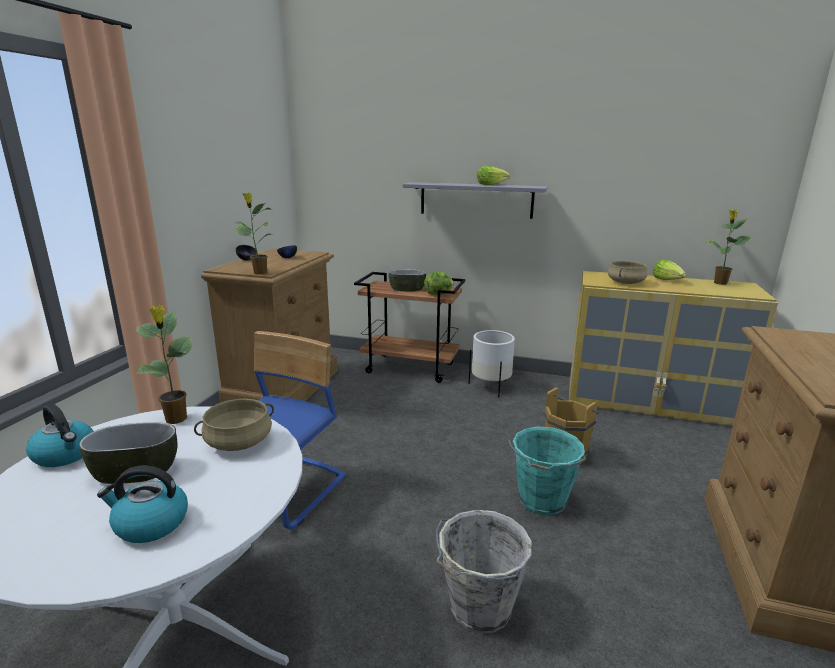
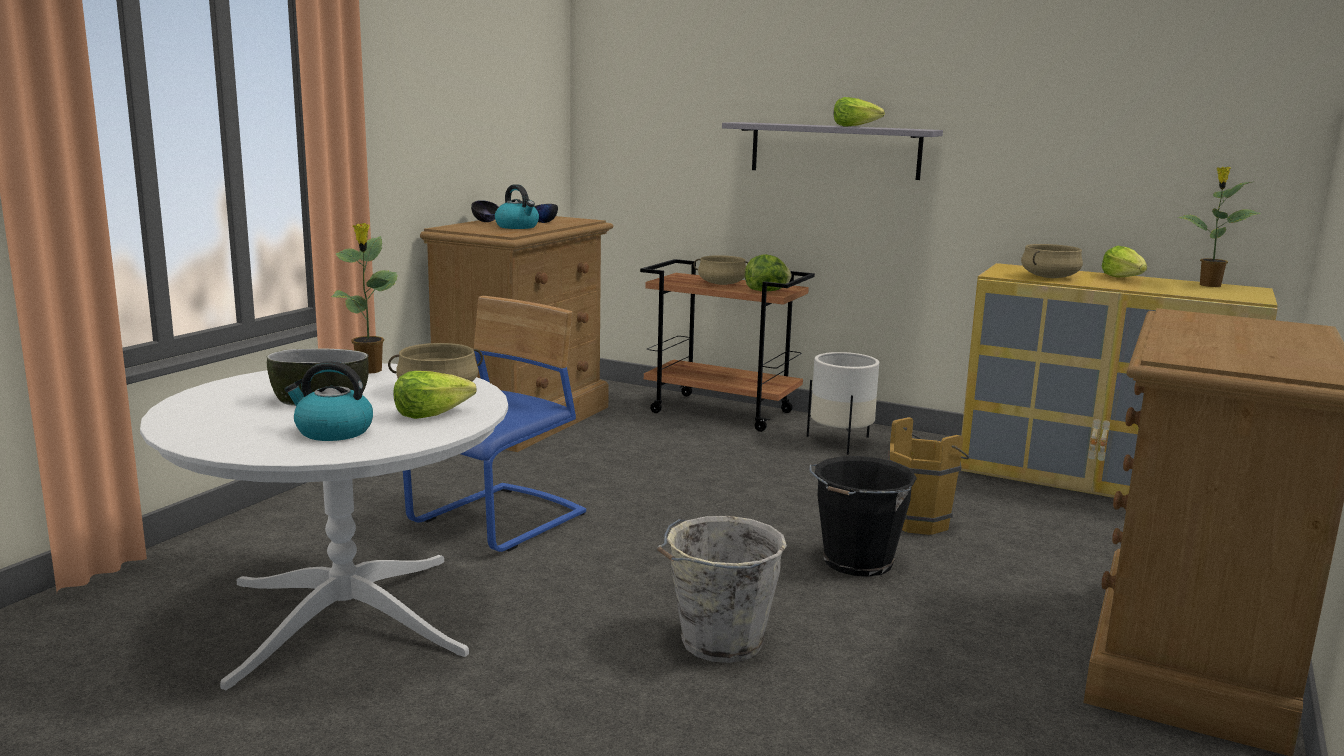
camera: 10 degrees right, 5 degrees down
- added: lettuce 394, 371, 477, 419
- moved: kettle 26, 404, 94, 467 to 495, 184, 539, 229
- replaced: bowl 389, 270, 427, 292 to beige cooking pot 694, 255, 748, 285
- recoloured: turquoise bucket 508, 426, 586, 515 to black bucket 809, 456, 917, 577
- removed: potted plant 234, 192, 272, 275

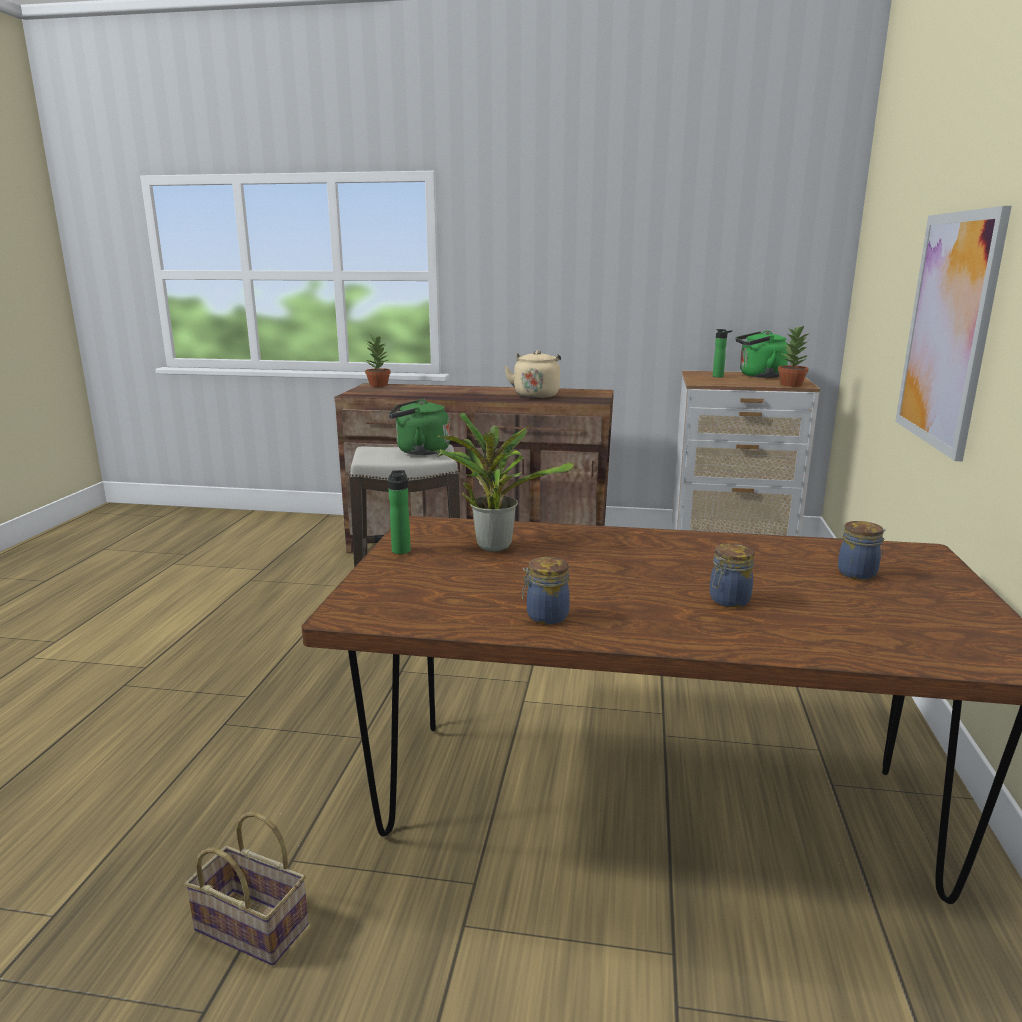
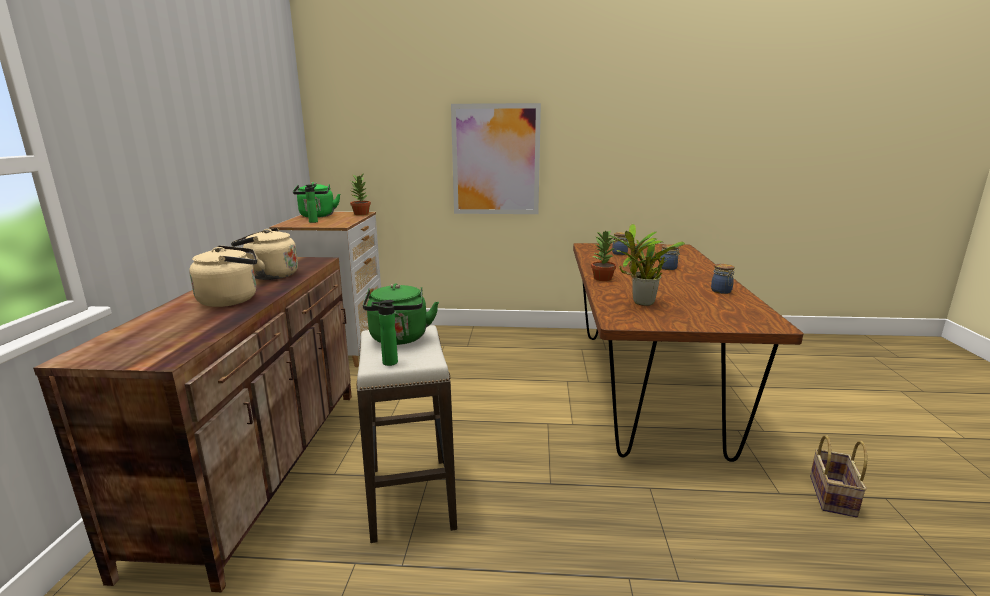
camera: 95 degrees left, 0 degrees up
- added: beige kettle 189, 245, 257, 307
- moved: bottle 388, 470, 411, 554 to 371, 300, 398, 366
- moved: potted plant 365, 334, 391, 387 to 591, 230, 616, 281

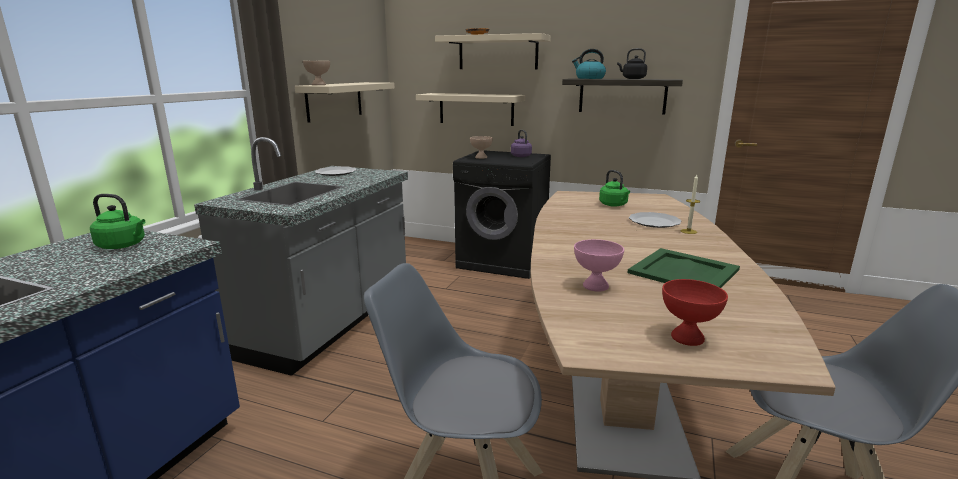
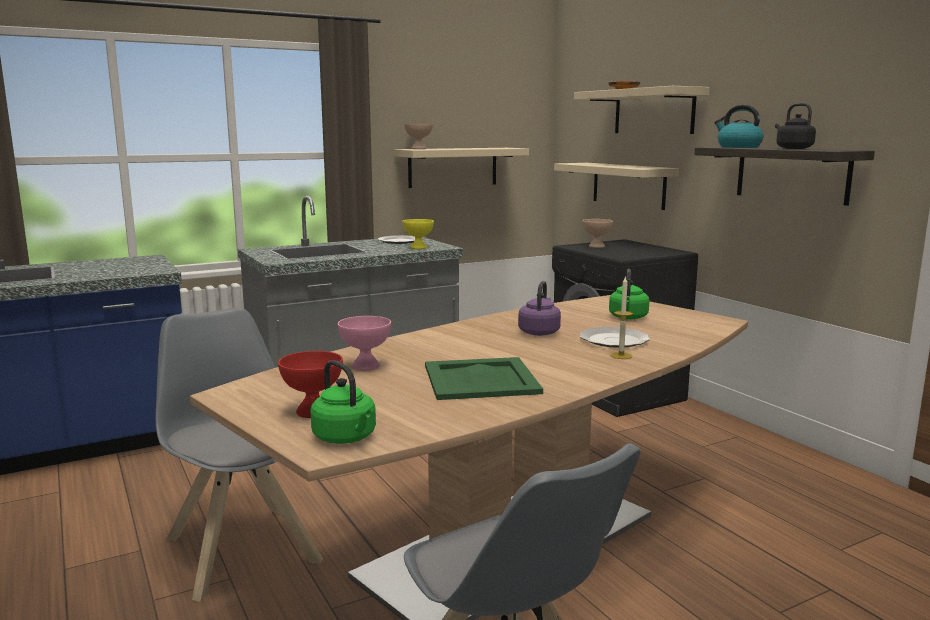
camera: 40 degrees right, 5 degrees down
- moved: green kettle 90, 194, 145, 249 to 310, 360, 376, 444
- added: yellow bowl 403, 219, 434, 249
- moved: purple kettle 511, 130, 532, 157 to 518, 281, 561, 336

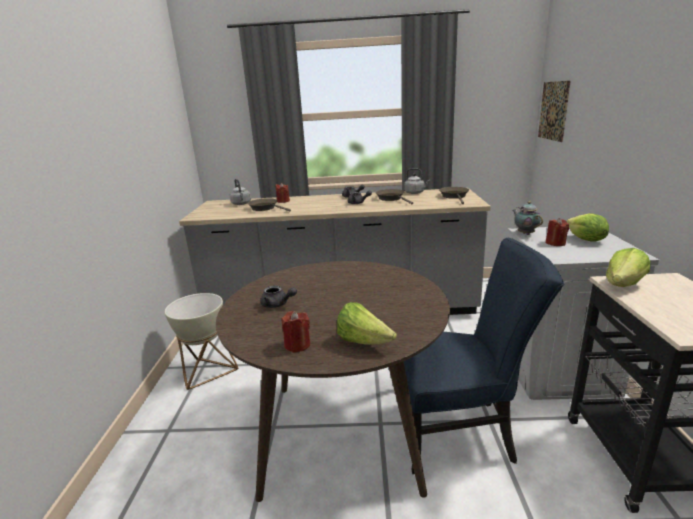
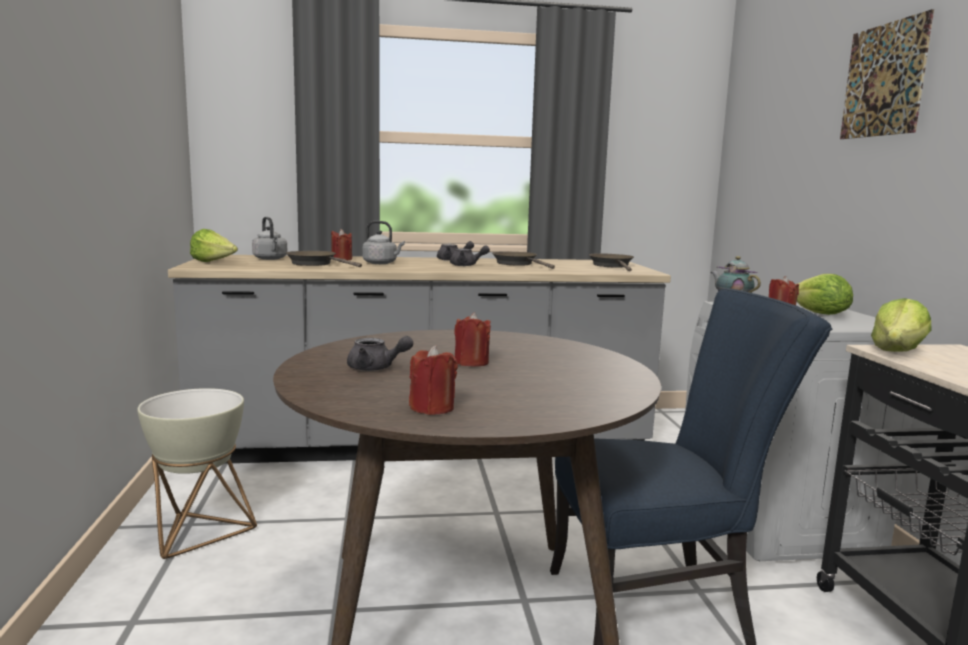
camera: 10 degrees left, 10 degrees down
- moved: lettuce 337, 302, 397, 345 to 190, 229, 238, 262
- moved: grey kettle 404, 168, 430, 194 to 362, 221, 405, 264
- added: red candle 454, 312, 491, 367
- moved: picture 538, 81, 571, 142 to 840, 9, 934, 139

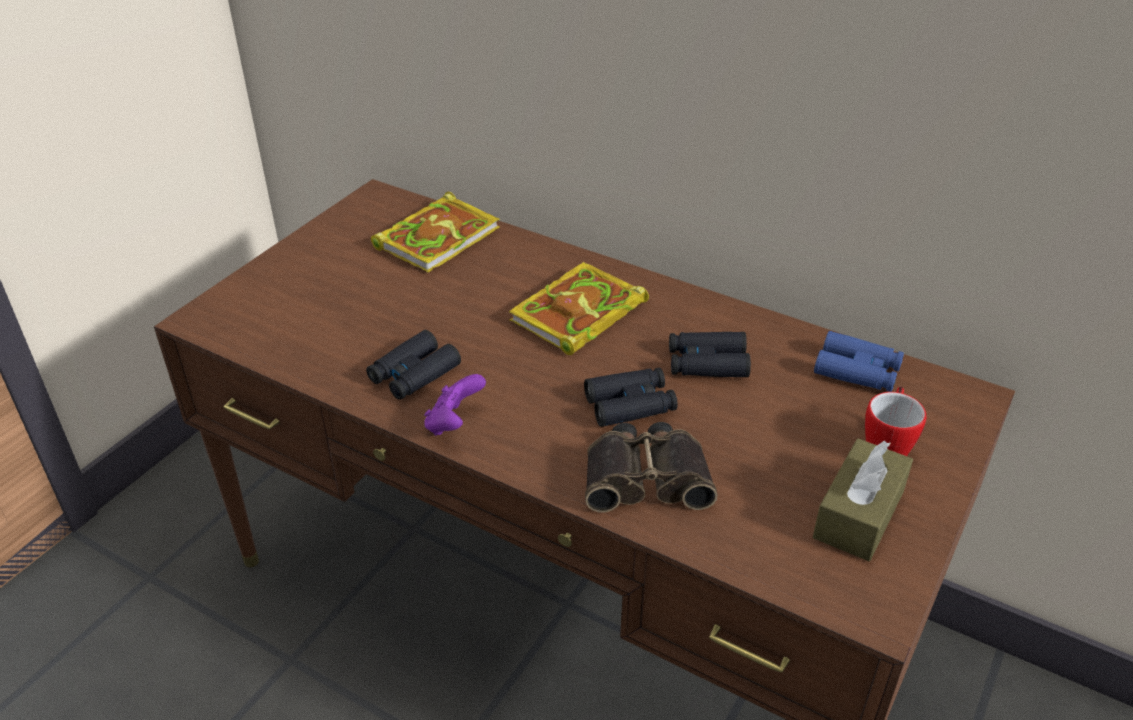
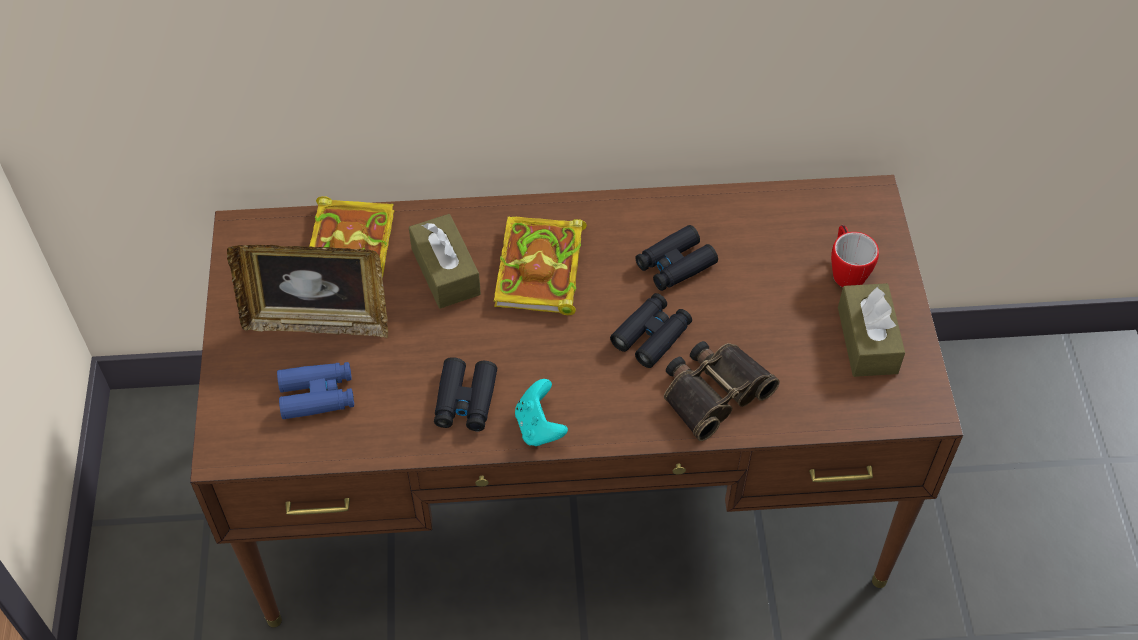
camera: 35 degrees left, 15 degrees up
- added: picture frame 227, 245, 388, 338
- moved: blue binoculars 814, 331, 904, 392 to 277, 362, 354, 419
- added: brown tissue box 409, 214, 481, 309
- recoloured: purple game controller 424, 374, 486, 436 to turquoise game controller 515, 379, 568, 446

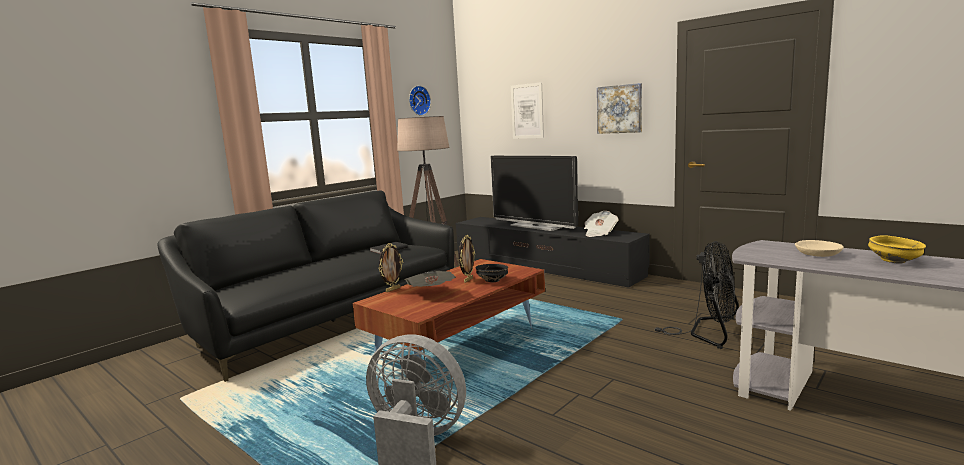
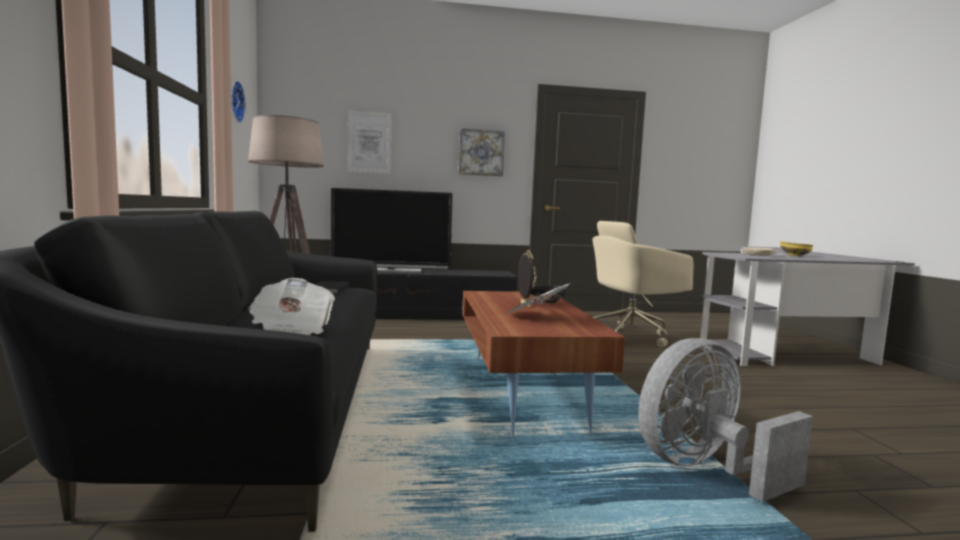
camera: 50 degrees left, 5 degrees down
- moved: newspaper 584, 211, 618, 237 to 248, 278, 335, 335
- replaced: black fan 655, 241, 739, 349 to beige office chair 593, 221, 694, 347
- removed: picture frame 378, 243, 403, 292

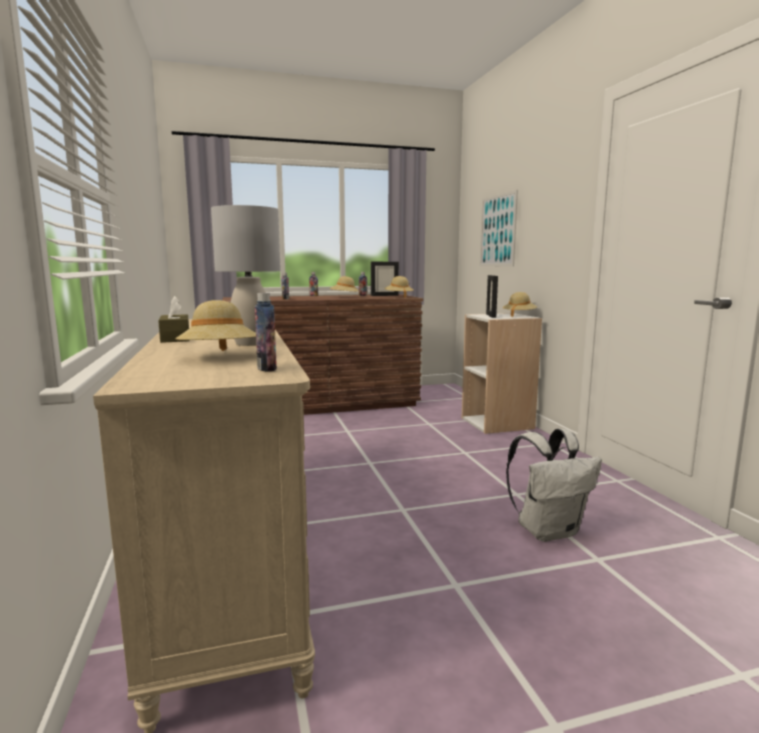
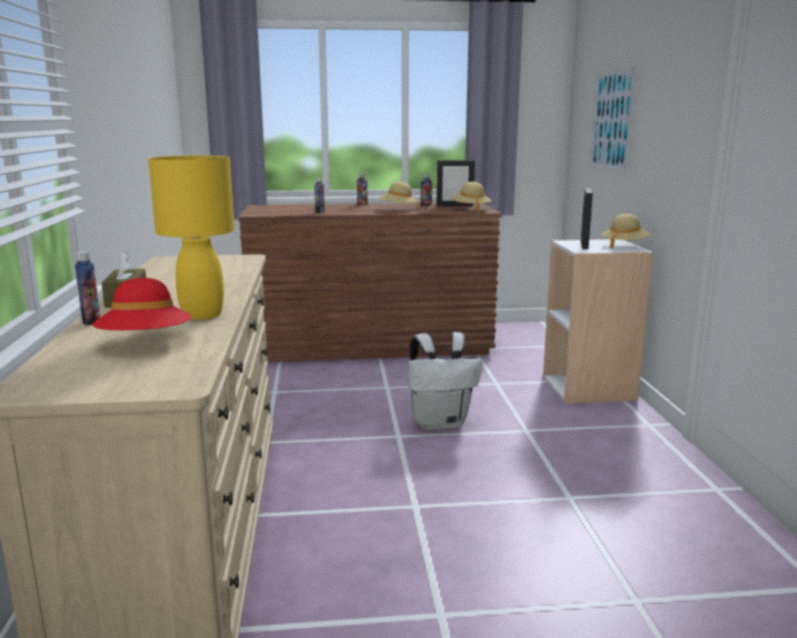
camera: 10 degrees right, 5 degrees up
- moved: bottle 255, 293, 277, 372 to 75, 252, 100, 325
- recoloured: beige hat 175, 300, 256, 351 to red hat 93, 278, 192, 330
- recoloured: grey table lamp 211, 205, 281, 346 to yellow table lamp 148, 155, 235, 320
- moved: white backpack 506, 428, 602, 542 to 409, 332, 482, 430

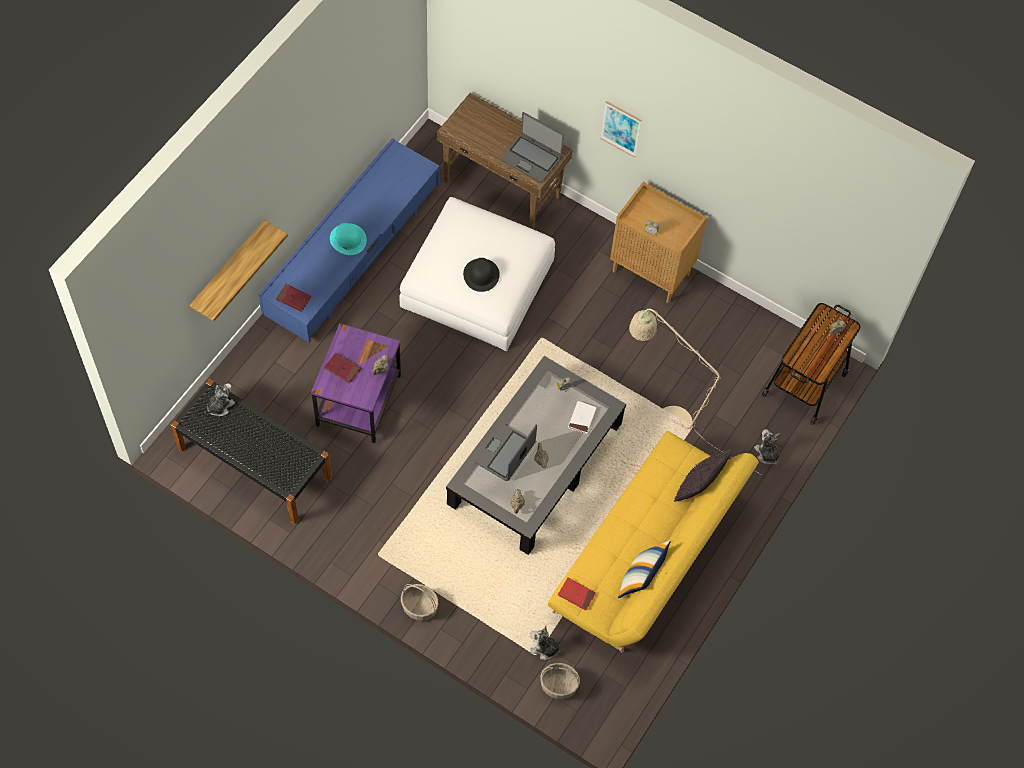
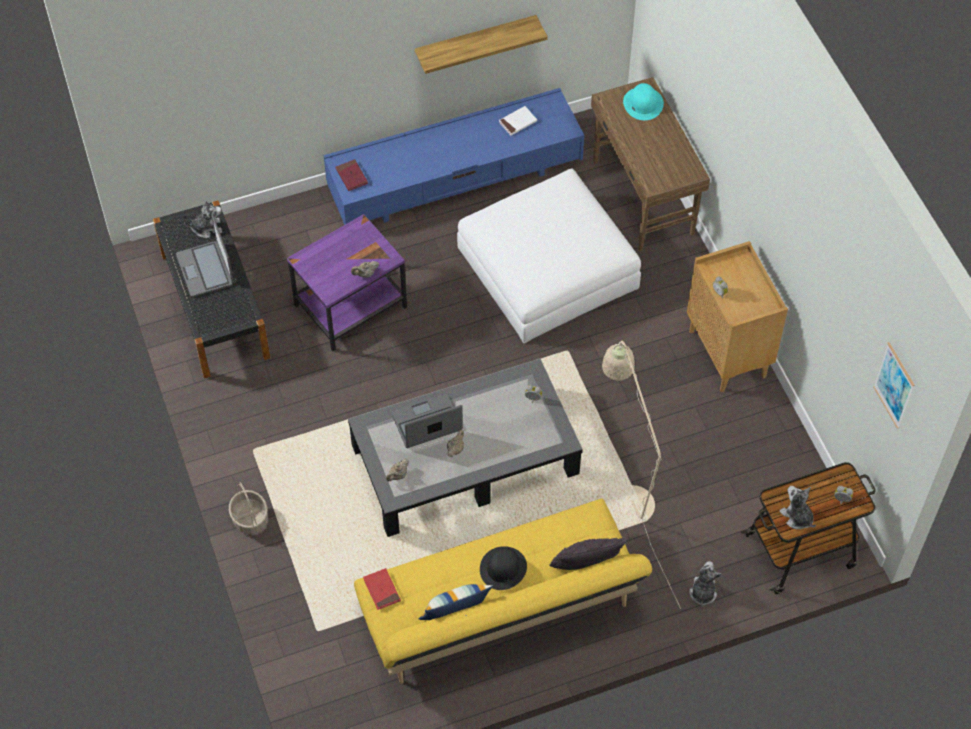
camera: 40 degrees right, 5 degrees down
- moved: laptop 501, 112, 564, 183 to 176, 215, 234, 297
- moved: shelf 190, 220, 288, 321 to 415, 15, 548, 74
- moved: black hat 463, 258, 500, 292 to 480, 546, 527, 590
- moved: white book 568, 401, 597, 434 to 499, 106, 537, 136
- moved: turquoise hat 330, 223, 367, 255 to 623, 83, 664, 120
- moved: plush toy 530, 625, 564, 660 to 780, 486, 816, 529
- moved: picture 601, 101, 641, 158 to 873, 342, 914, 429
- removed: red book 324, 353, 361, 384
- removed: basket 540, 663, 580, 699

